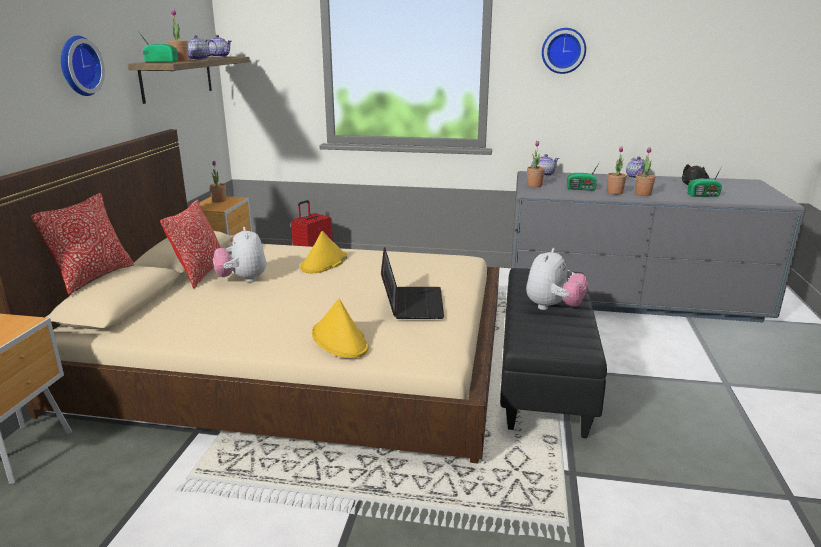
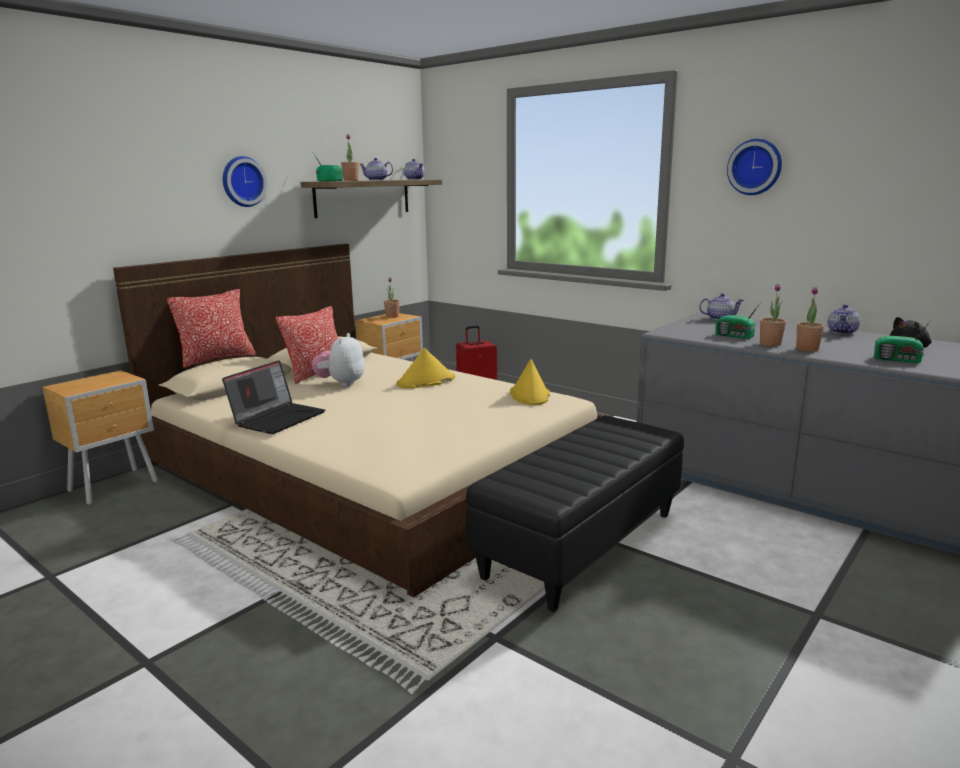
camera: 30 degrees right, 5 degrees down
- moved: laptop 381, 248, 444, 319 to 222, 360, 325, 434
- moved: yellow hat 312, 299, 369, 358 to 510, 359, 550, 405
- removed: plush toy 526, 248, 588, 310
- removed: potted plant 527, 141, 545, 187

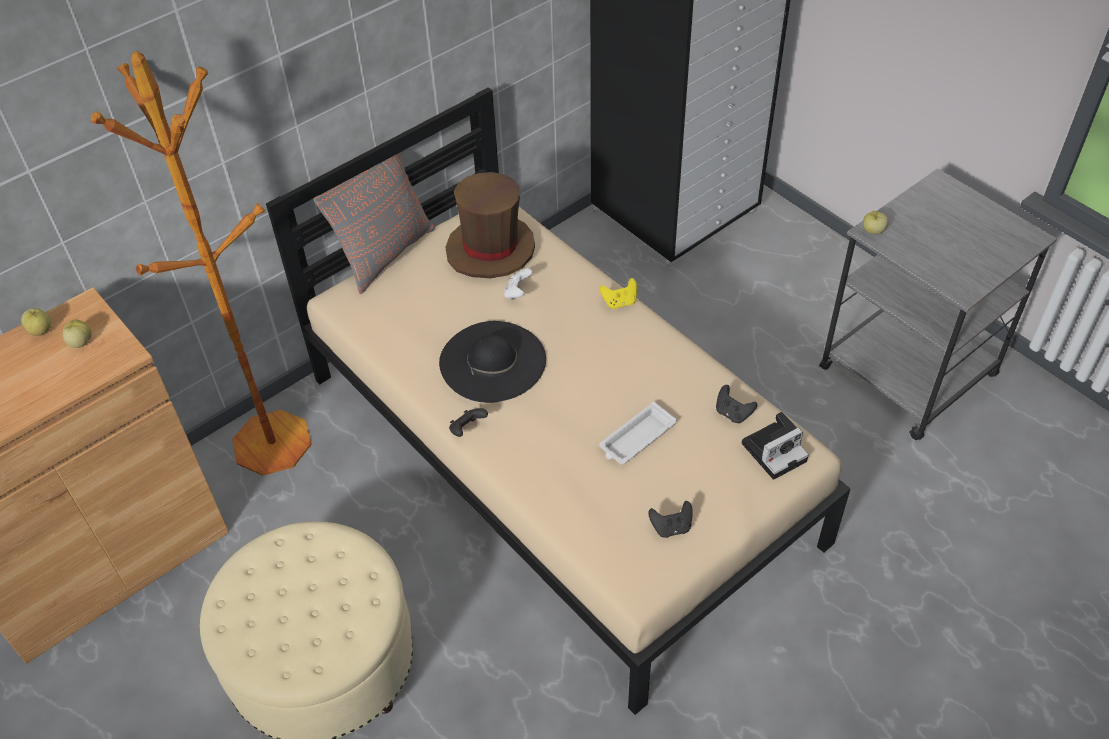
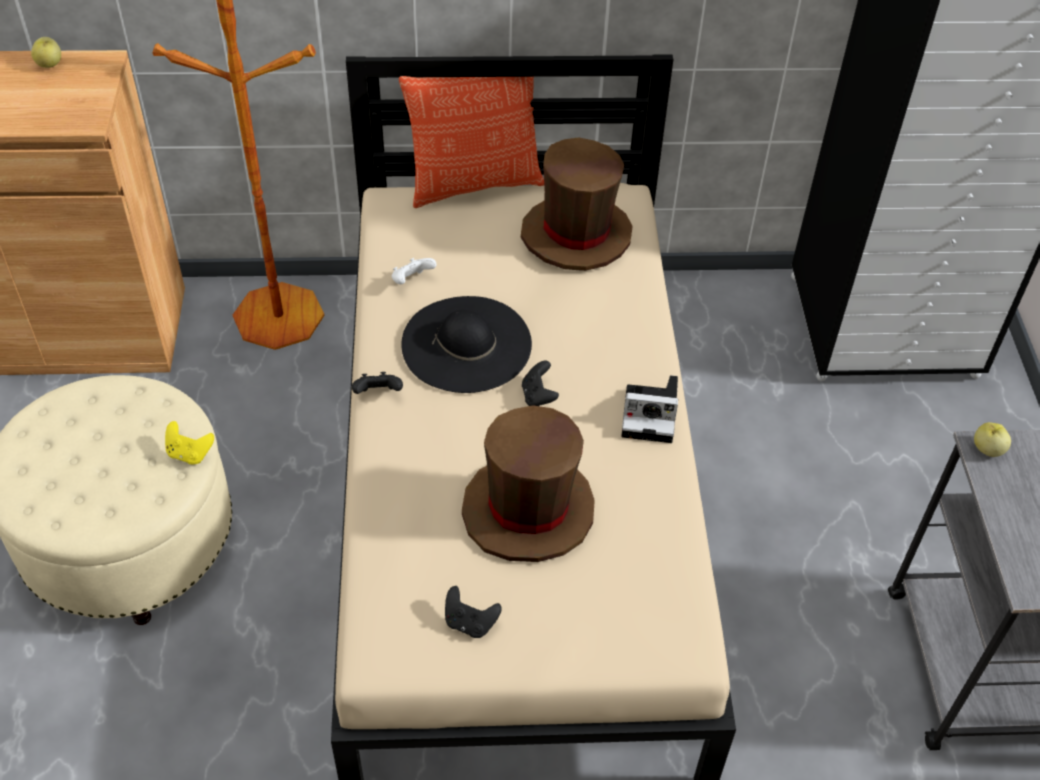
camera: 35 degrees right, 0 degrees up
- moved: yellow game controller 600, 278, 637, 309 to 165, 421, 214, 464
- moved: white game controller 504, 268, 532, 300 to 392, 258, 436, 284
- recoloured: grey pillow 314, 137, 435, 294 to orange pillow 399, 76, 544, 208
- replaced: white tray 599, 402, 677, 465 to brown hat 462, 405, 595, 562
- moved: black game controller 716, 385, 757, 423 to 522, 361, 559, 406
- moved: photo camera 742, 412, 809, 480 to 621, 375, 678, 443
- removed: apple 62, 320, 92, 348

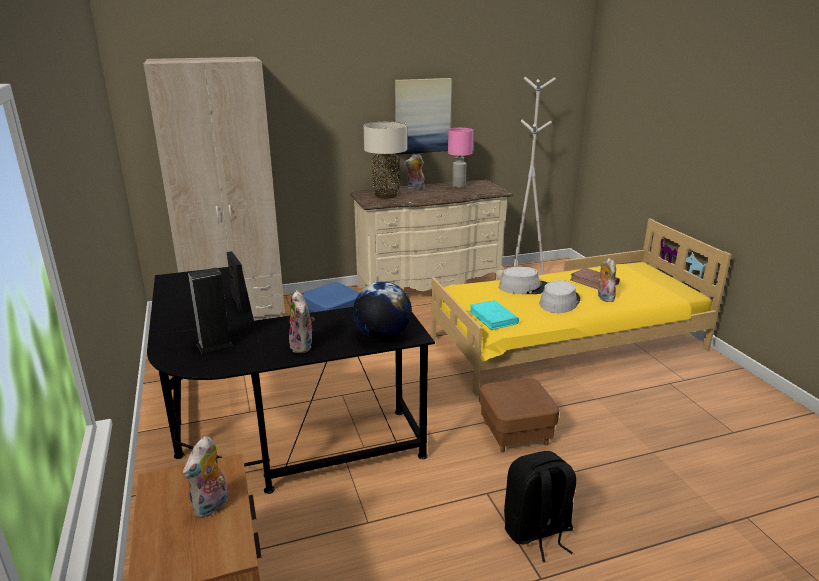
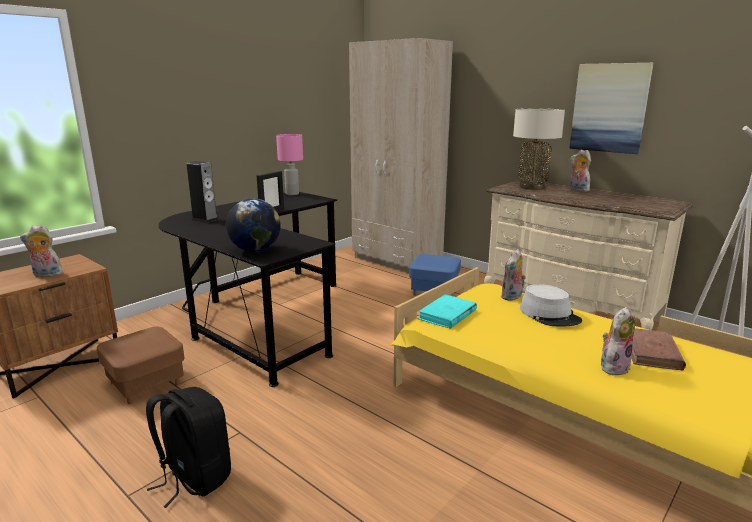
camera: 60 degrees right, 5 degrees down
- moved: brown ottoman 479, 378, 559, 453 to 97, 327, 184, 404
- moved: pink table lamp 448, 128, 473, 188 to 276, 134, 303, 195
- moved: plush toy 289, 290, 315, 353 to 501, 249, 526, 301
- removed: grey hat 540, 280, 580, 313

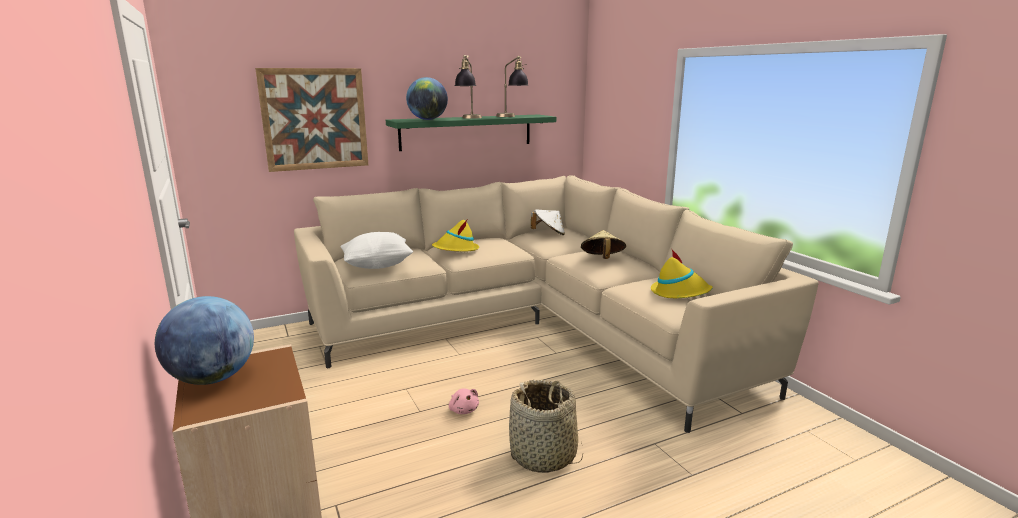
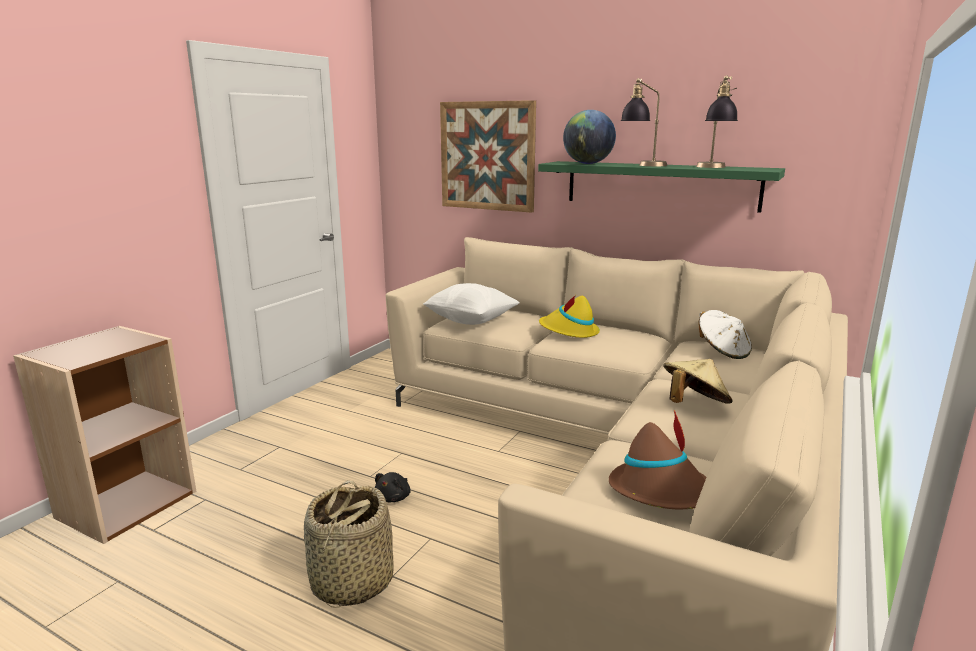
camera: 55 degrees right, 0 degrees up
- recoloured: pink plush toy 449, 388, 479, 414 to black plush toy 375, 472, 411, 502
- recoloured: yellow hat 651, 248, 713, 298 to brown hat 609, 410, 706, 509
- removed: globe 155, 296, 254, 385

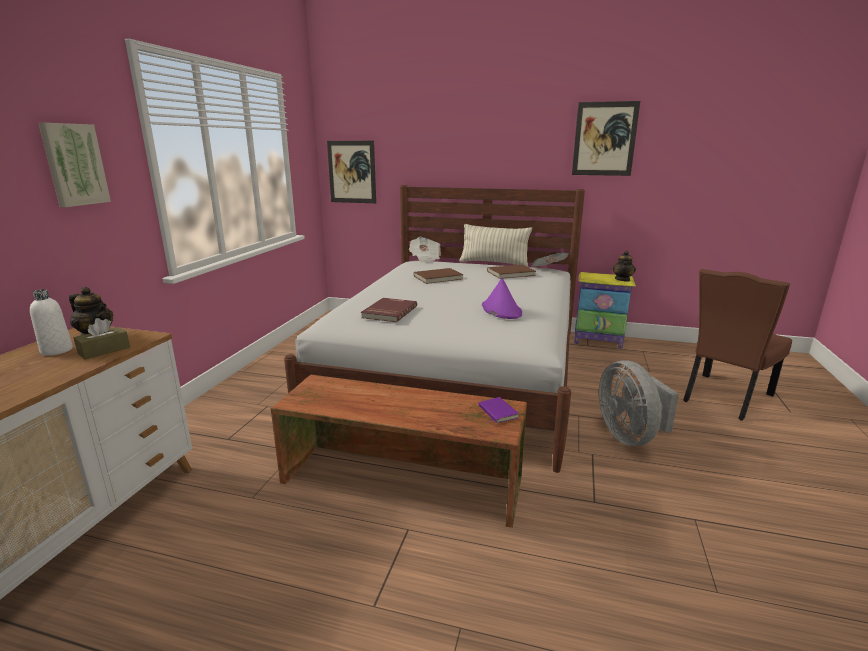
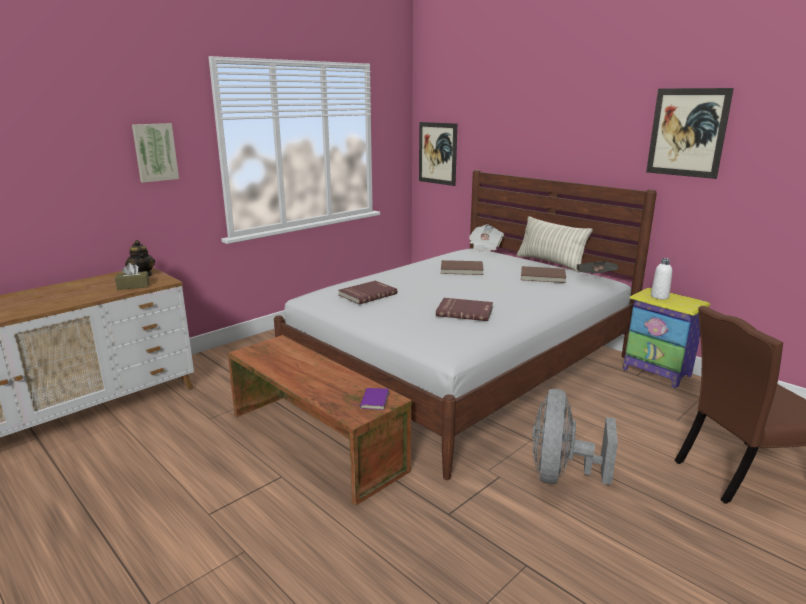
camera: 30 degrees right, 0 degrees up
- replaced: purple hat 482, 278, 522, 319 to red book 436, 298, 493, 321
- moved: white bottle 30, 289, 73, 356 to 651, 258, 672, 299
- removed: teapot 612, 251, 636, 281

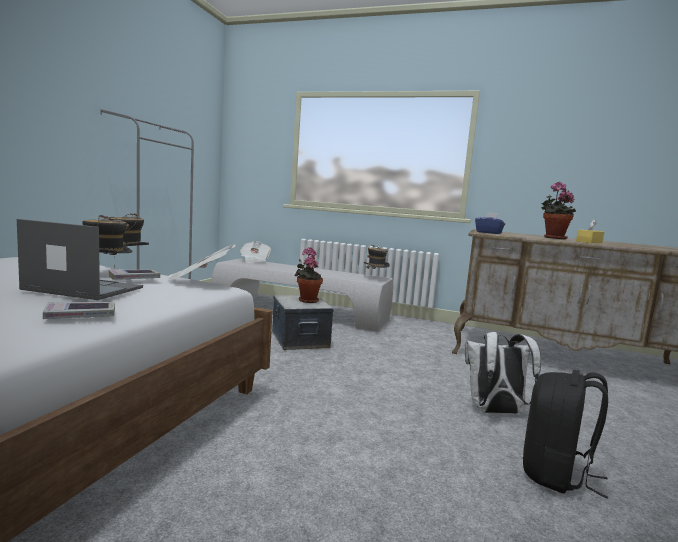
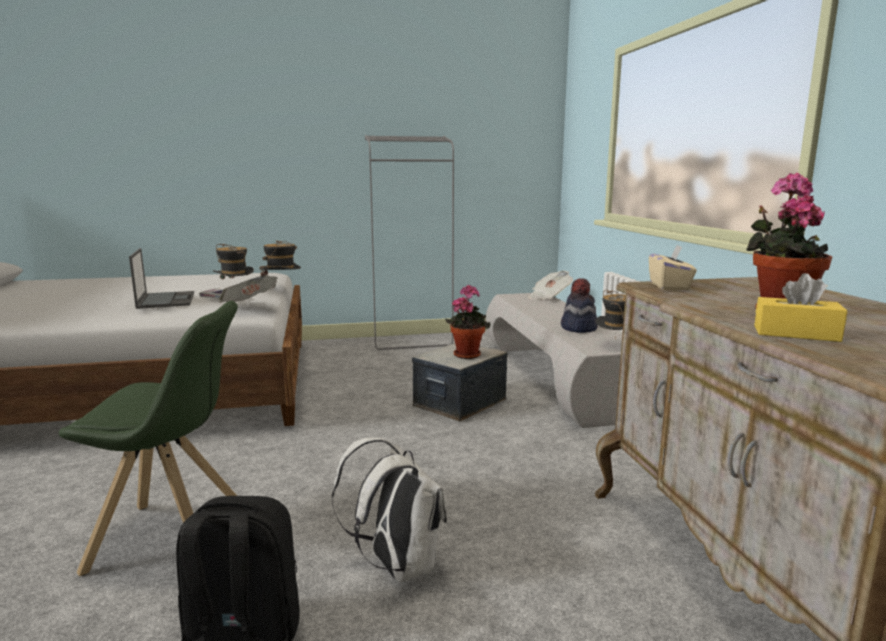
camera: 60 degrees right, 5 degrees up
- added: green chair 59, 301, 238, 576
- added: hat 561, 278, 598, 333
- recoloured: blue tissue box 475, 212, 505, 234 to beige tissue box 649, 245, 697, 290
- removed: book 43, 302, 115, 319

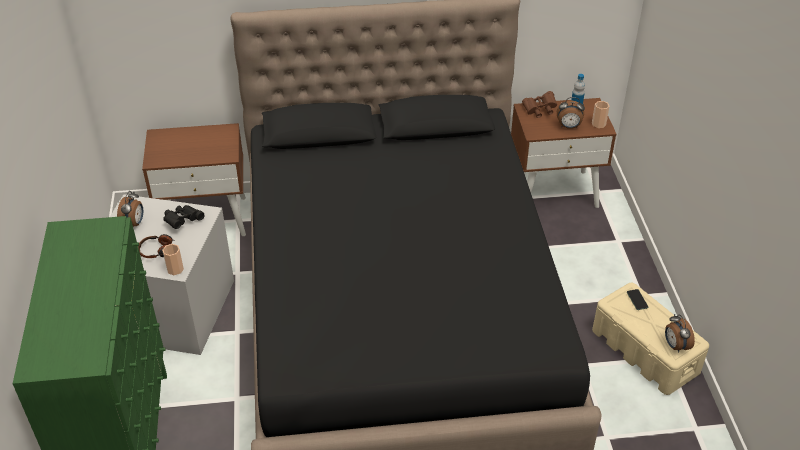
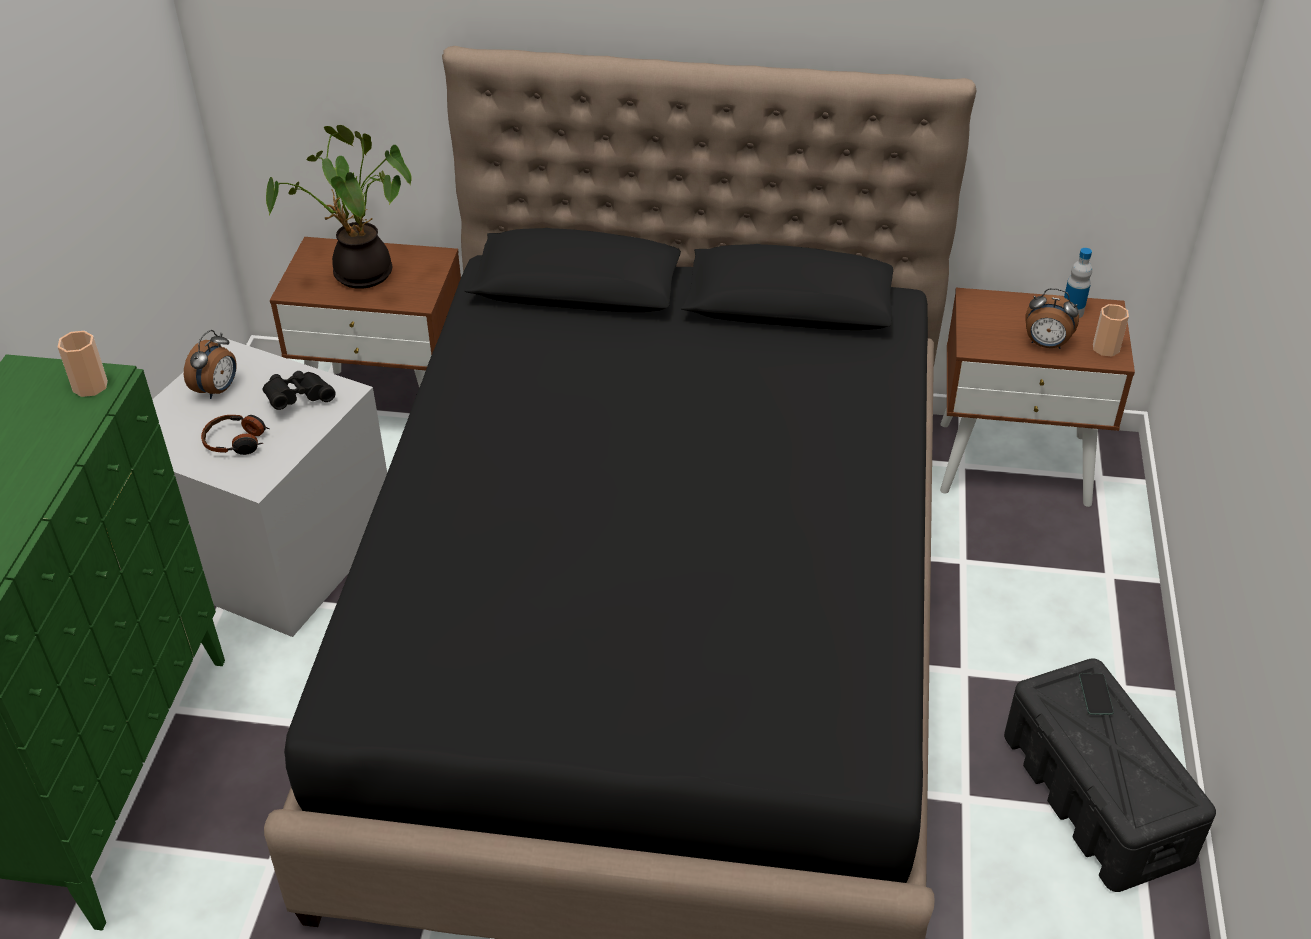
camera: 15 degrees right, 0 degrees up
- moved: cup 162, 244, 184, 275 to 57, 331, 108, 397
- added: potted plant 266, 125, 412, 289
- recoloured: beige storage box 592, 283, 709, 395 to black storage box 1004, 659, 1216, 892
- removed: brown binoculars 522, 91, 557, 118
- removed: alarm clock 665, 314, 695, 353

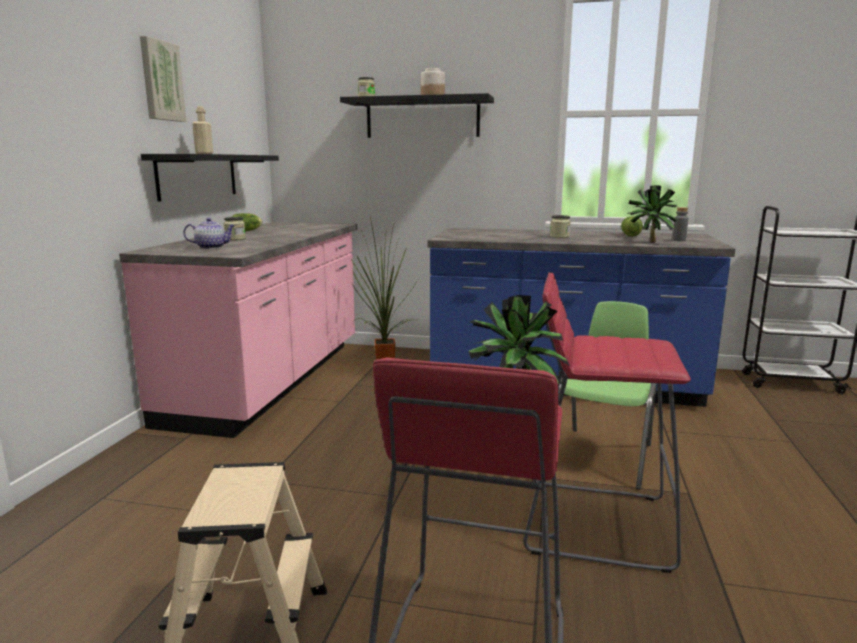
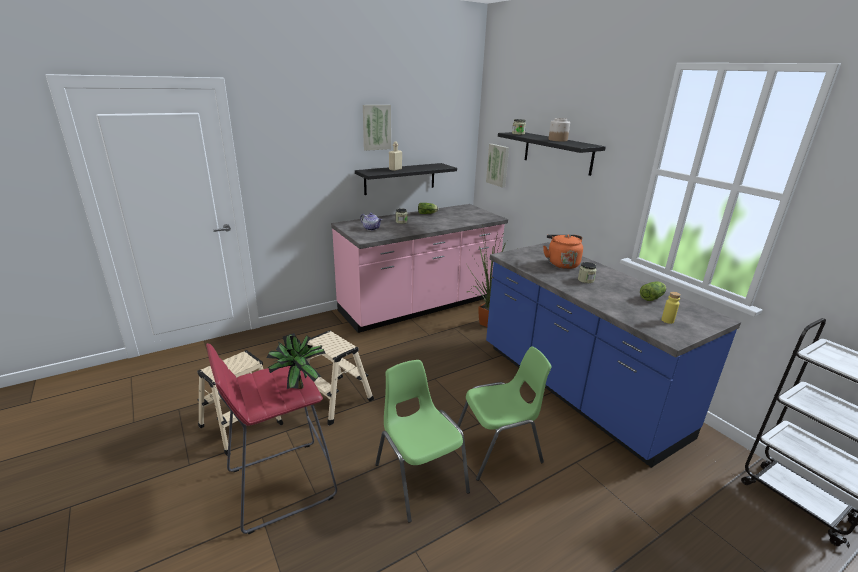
camera: 45 degrees right, 10 degrees up
- added: beige step ladder 306, 330, 374, 426
- replaced: red stool 523, 272, 691, 573 to green chair 375, 360, 470, 523
- added: picture 486, 144, 509, 187
- added: orange kettle 543, 234, 583, 269
- recoloured: grey bottle 672, 207, 688, 241 to yellow bottle 661, 292, 681, 324
- removed: potted plant 627, 185, 679, 243

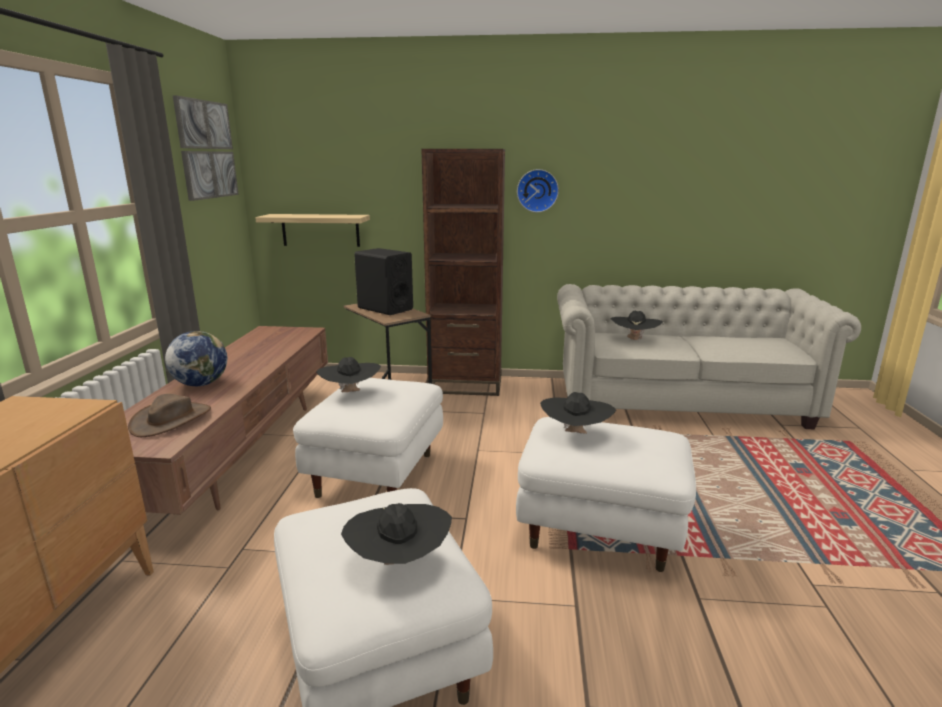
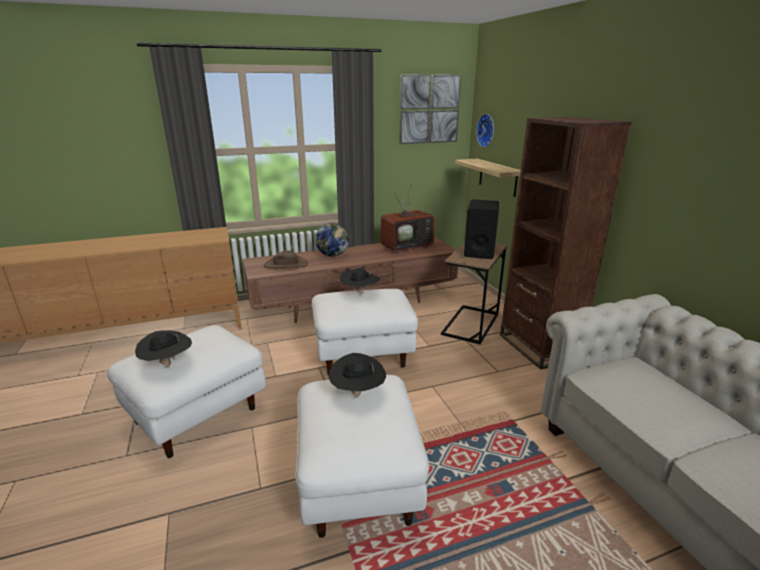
camera: 65 degrees right, 5 degrees up
- added: television 381, 183, 435, 253
- moved: wall clock 517, 169, 559, 212 to 476, 114, 494, 147
- removed: black hat 611, 311, 663, 342

